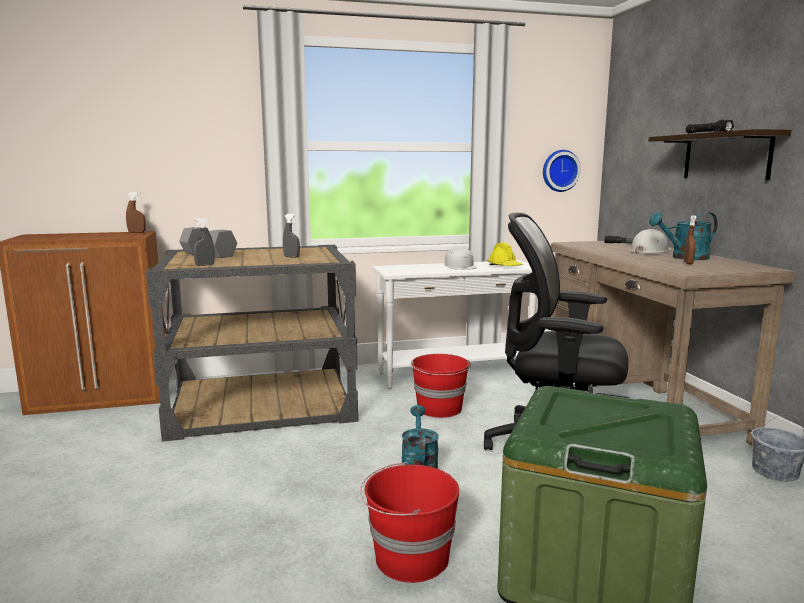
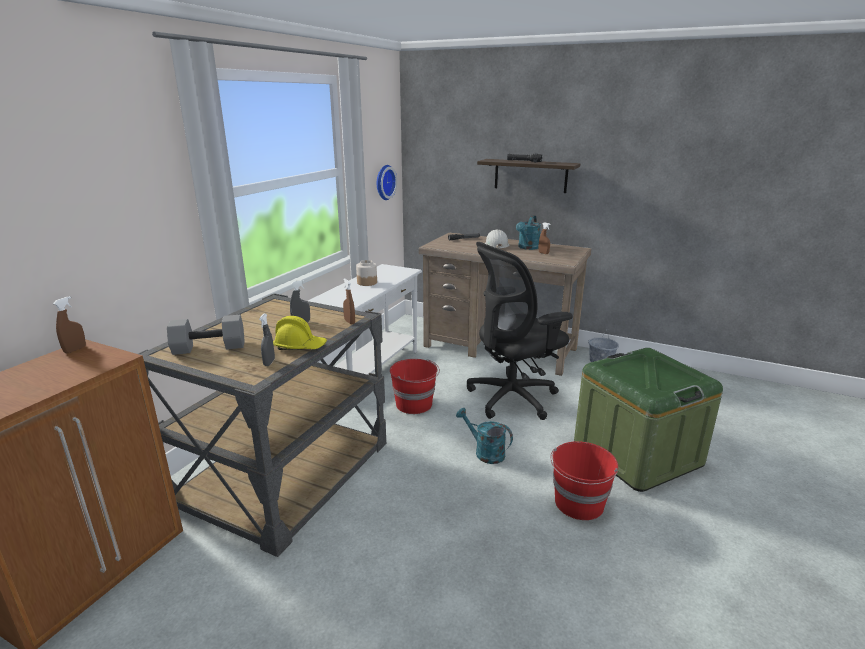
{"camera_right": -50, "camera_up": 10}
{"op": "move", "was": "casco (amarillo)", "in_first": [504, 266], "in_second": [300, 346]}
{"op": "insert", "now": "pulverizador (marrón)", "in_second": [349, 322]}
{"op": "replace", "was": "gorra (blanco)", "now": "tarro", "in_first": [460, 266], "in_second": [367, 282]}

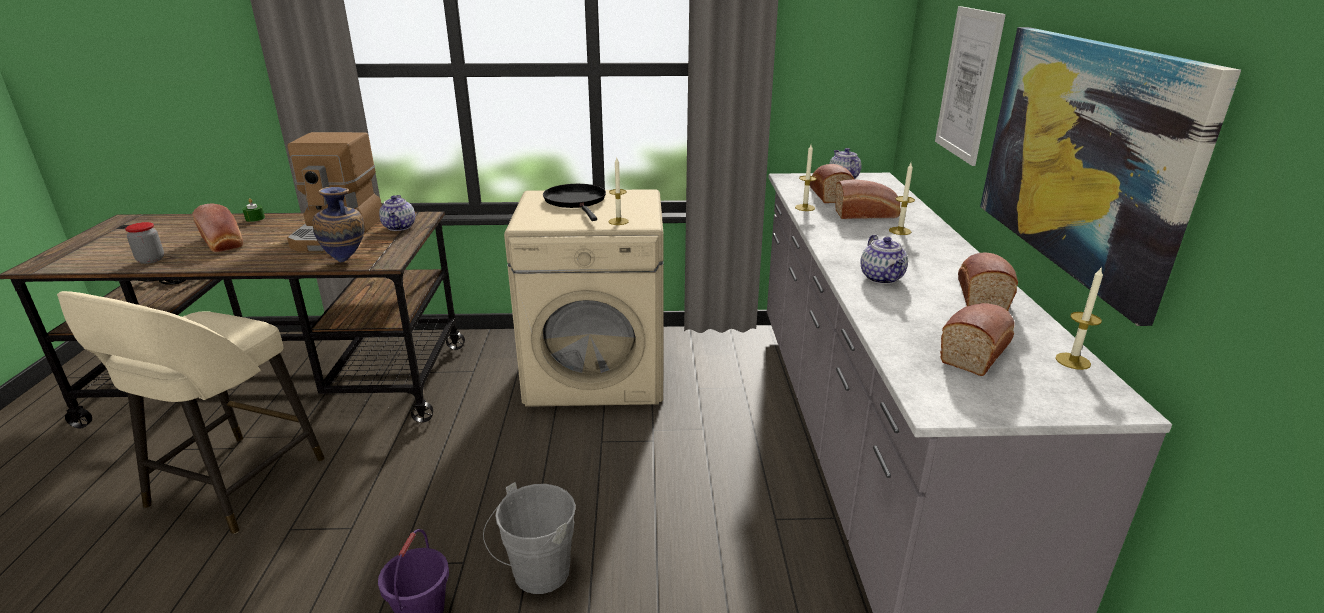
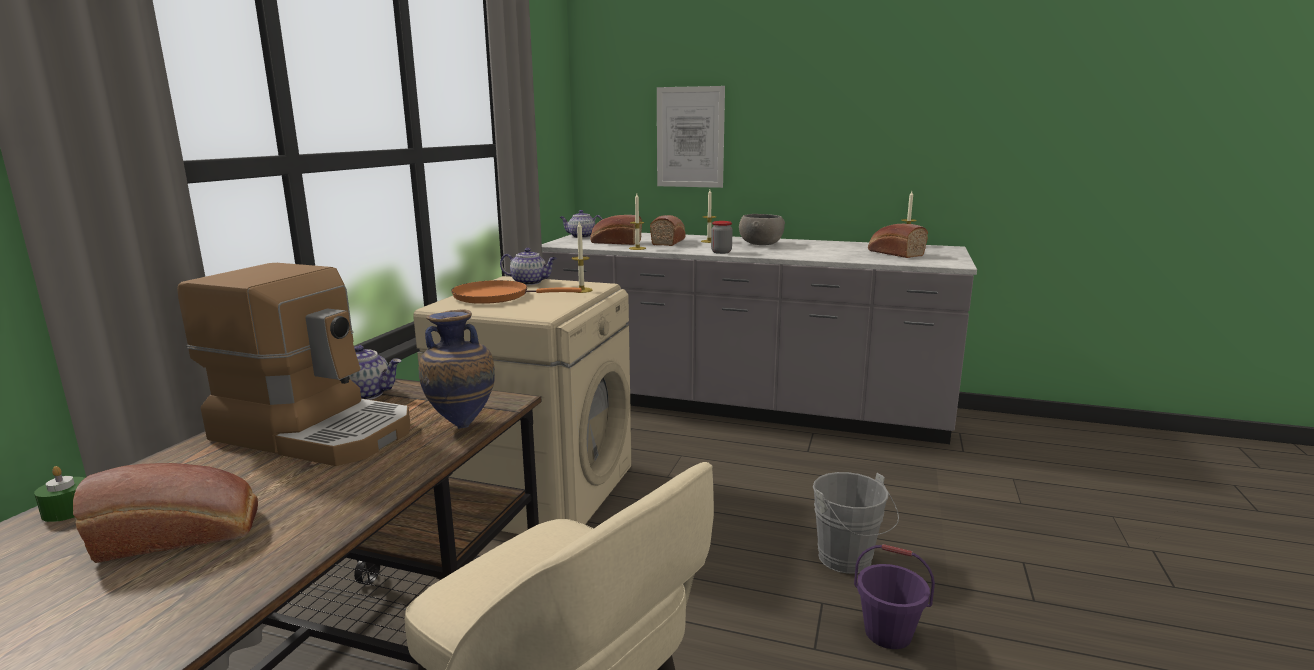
{"camera_right": -70, "camera_up": -10}
{"op": "recolor", "was": "sartén (negro)", "now": "sartén (naranja)", "in_first": [576, 201], "in_second": [496, 297]}
{"op": "move", "was": "tetera", "in_first": [882, 278], "in_second": [530, 282]}
{"op": "move", "was": "tarro", "in_first": [151, 260], "in_second": [721, 252]}
{"op": "insert", "now": "cuenco (gris)", "in_second": [760, 244]}
{"op": "delete", "was": "pan", "in_first": [981, 294]}
{"op": "delete", "was": "cuadro", "in_first": [1082, 156]}

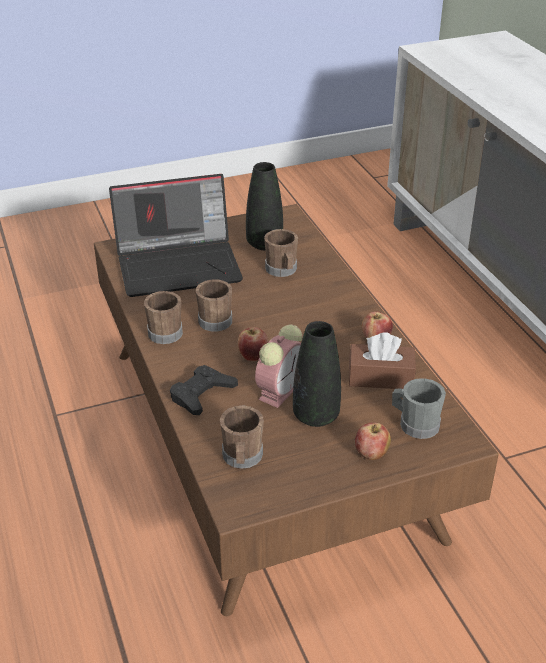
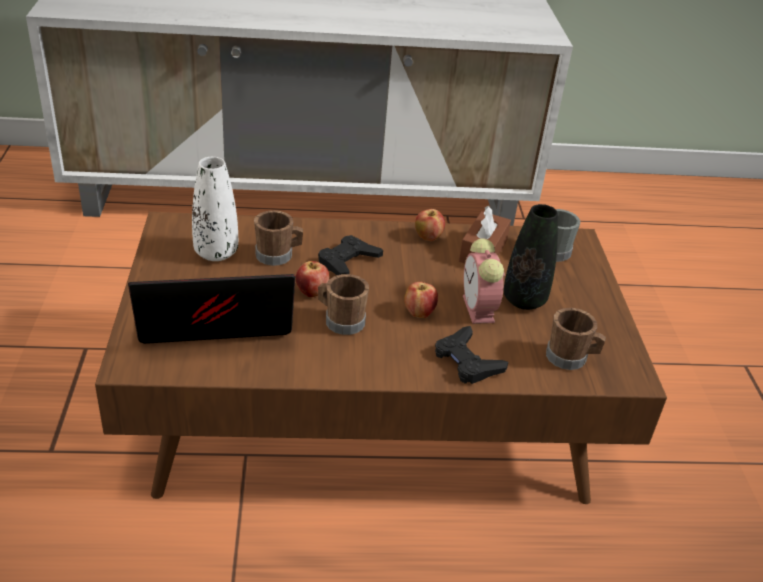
{"camera_right": -75, "camera_up": 0}
{"op": "rotate", "was": "portátil", "in_first": [180, 265], "in_second": [212, 321], "clockwise": -105}
{"op": "recolor", "was": "florero (negro)", "now": "florero (blanco)", "in_first": [264, 244], "in_second": [216, 253]}
{"op": "move", "was": "manzana", "in_first": [371, 454], "in_second": [312, 292]}
{"op": "insert", "now": "mando de consola (negro)", "in_second": [348, 261]}
{"op": "rotate", "was": "despertador", "in_first": [280, 390], "in_second": [479, 310], "clockwise": -150}
{"op": "delete", "was": "taza grande (marrón)", "in_first": [167, 331]}

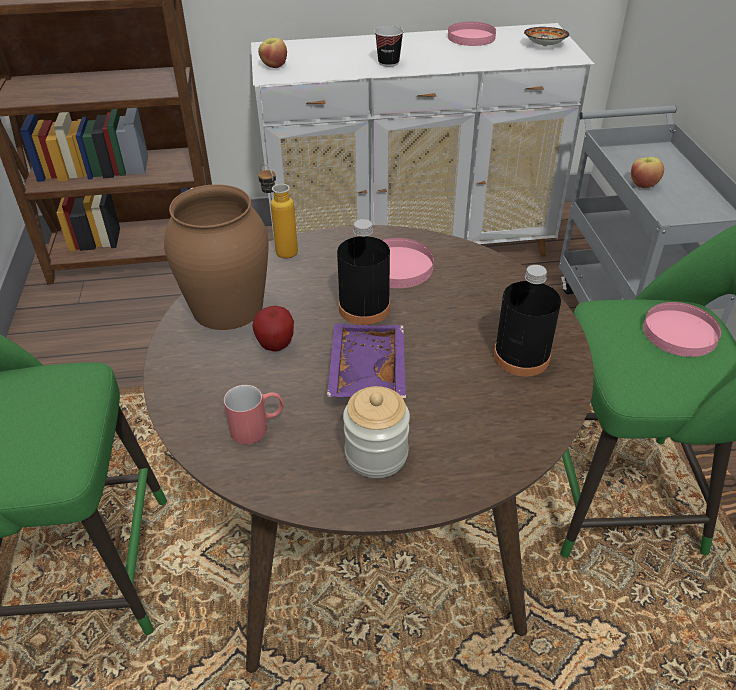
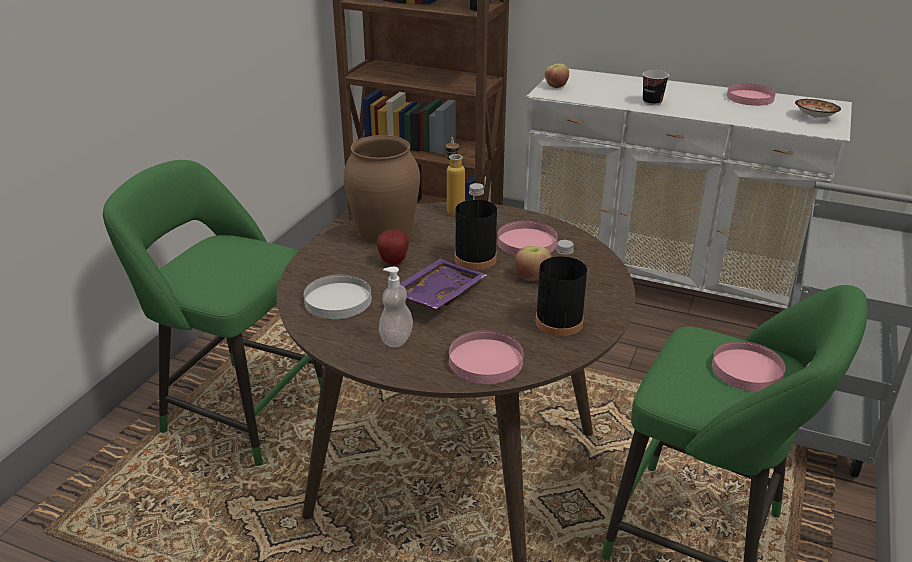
{"camera_right": 30, "camera_up": -10}
{"op": "replace", "was": "taza grande (rojo)", "now": "plato (blanco)", "in_first": [258, 427], "in_second": [338, 300]}
{"op": "replace", "was": "tarro", "now": "dispensador de jabón", "in_first": [376, 454], "in_second": [396, 339]}
{"op": "insert", "now": "plato (rosa)", "in_second": [486, 360]}
{"op": "move", "was": "manzana", "in_first": [643, 184], "in_second": [532, 276]}

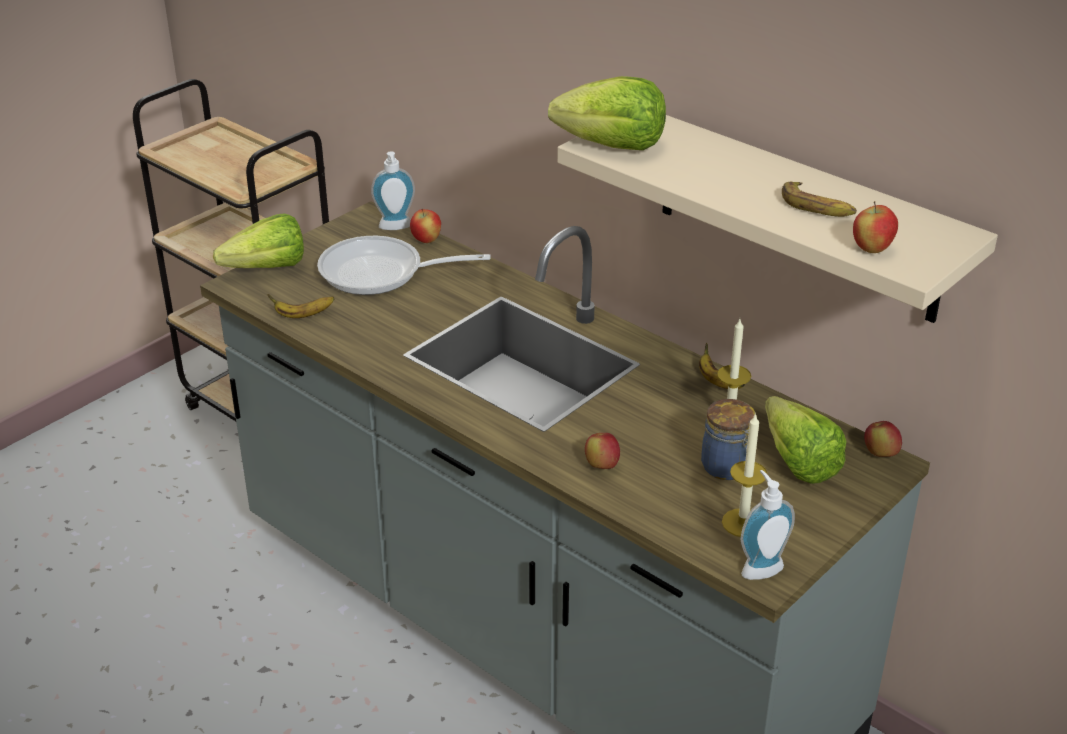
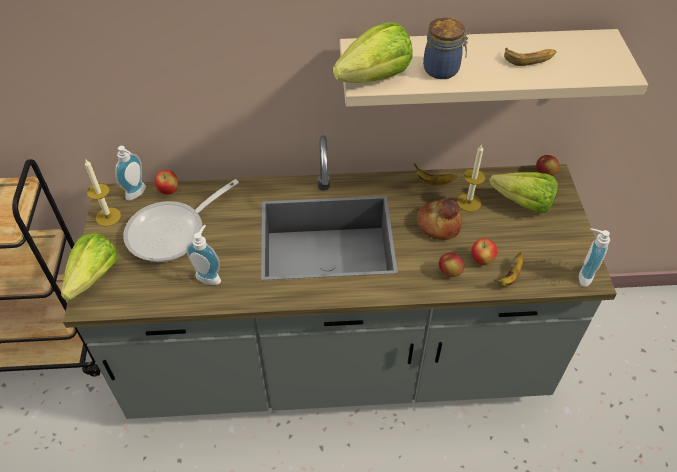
{"camera_right": -45, "camera_up": 15}
{"op": "move", "was": "vela", "in_first": [743, 523], "in_second": [108, 217]}
{"op": "insert", "now": "dispensador de jabón", "in_second": [210, 276]}
{"op": "insert", "now": "pan", "in_second": [438, 225]}
{"op": "move", "was": "tarro", "in_first": [727, 468], "in_second": [443, 70]}
{"op": "move", "was": "manzana", "in_first": [871, 249], "in_second": [482, 260]}
{"op": "move", "was": "plátano", "in_first": [303, 315], "in_second": [510, 277]}

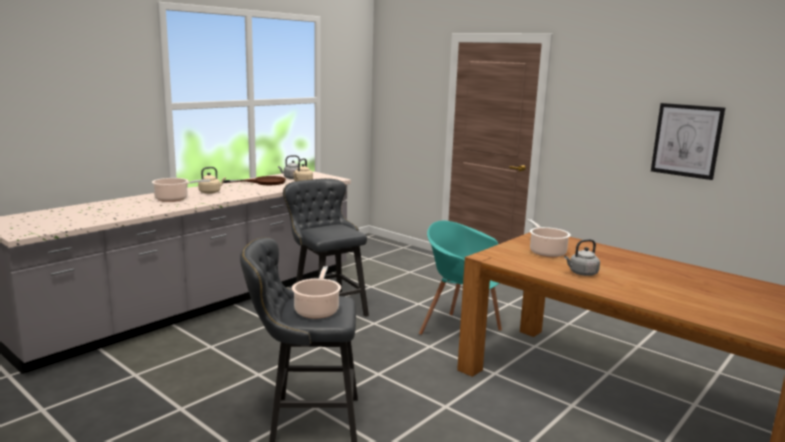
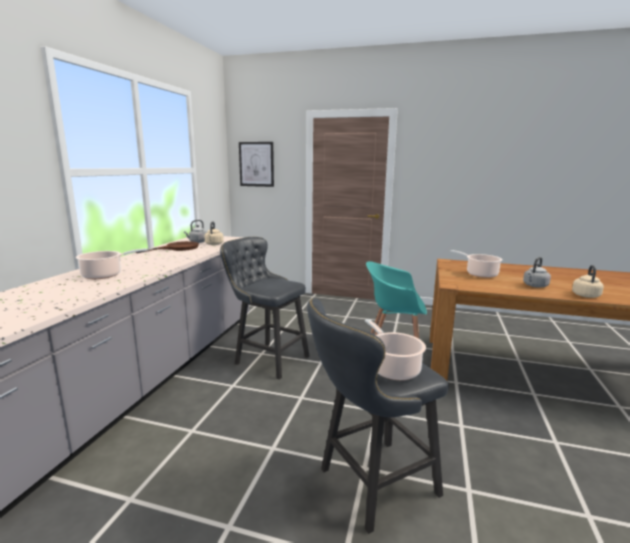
{"camera_right": -25, "camera_up": 0}
{"op": "move", "was": "cuadro", "in_first": [686, 140], "in_second": [256, 164]}
{"op": "move", "was": "hervidor (beis)", "in_first": [211, 192], "in_second": [585, 295]}

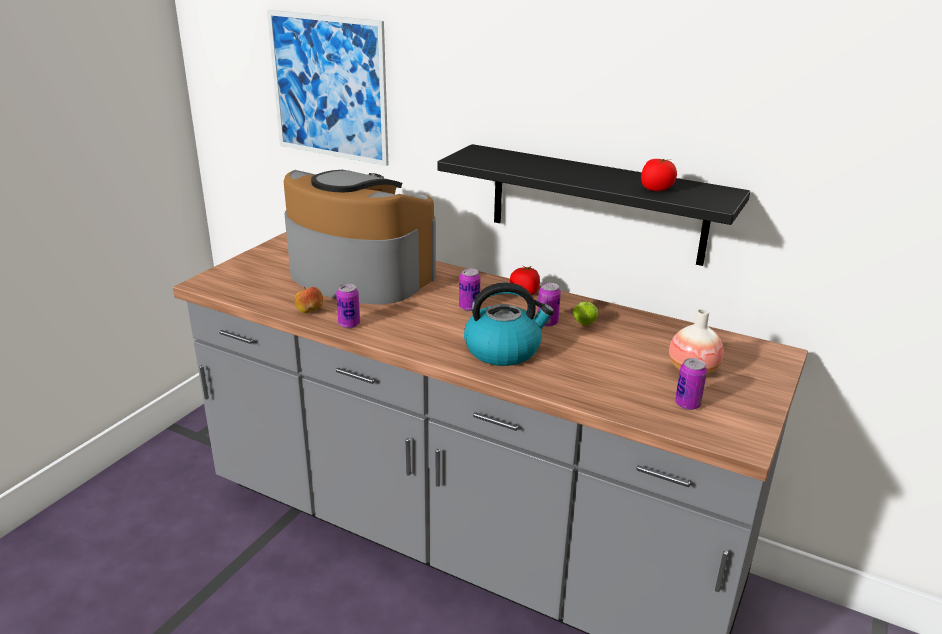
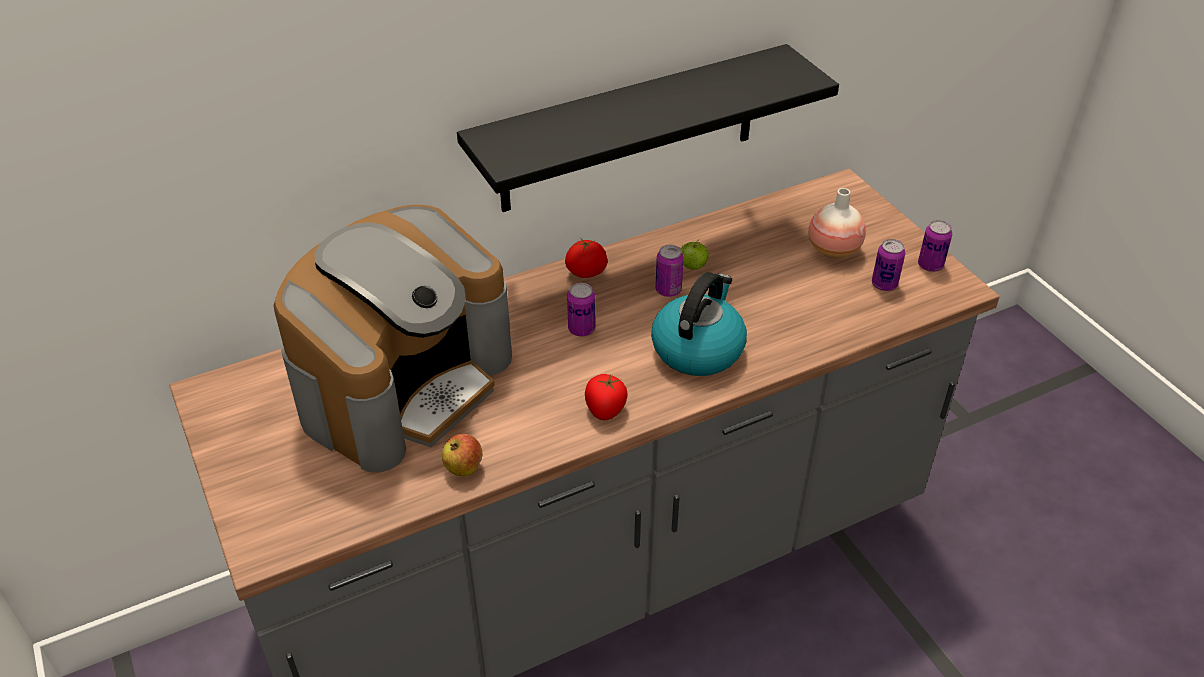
{"camera_right": -55, "camera_up": 15}
{"op": "rotate", "was": "cafetera", "in_first": [358, 275], "in_second": [404, 383], "clockwise": 150}
{"op": "move", "was": "tomate", "in_first": [656, 189], "in_second": [605, 410]}
{"op": "move", "was": "lata", "in_first": [349, 324], "in_second": [930, 265]}
{"op": "delete", "was": "cuadro", "in_first": [329, 87]}

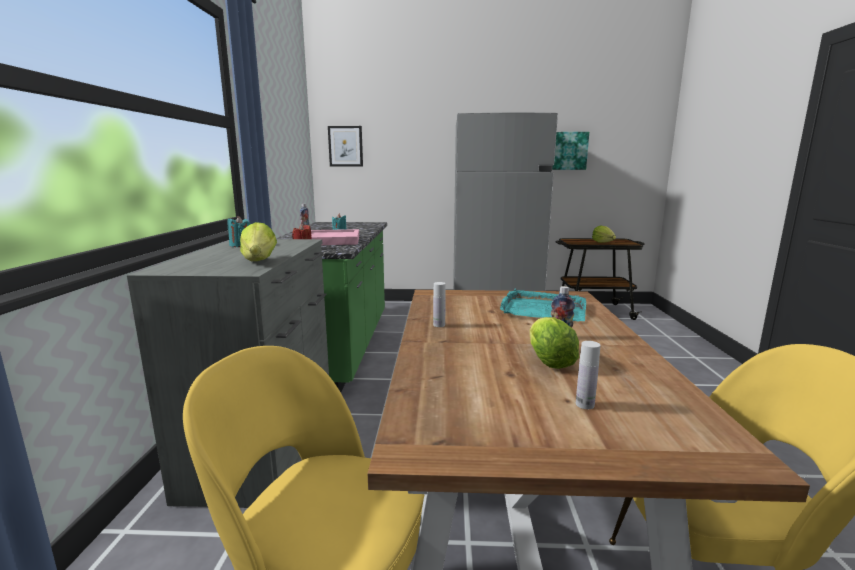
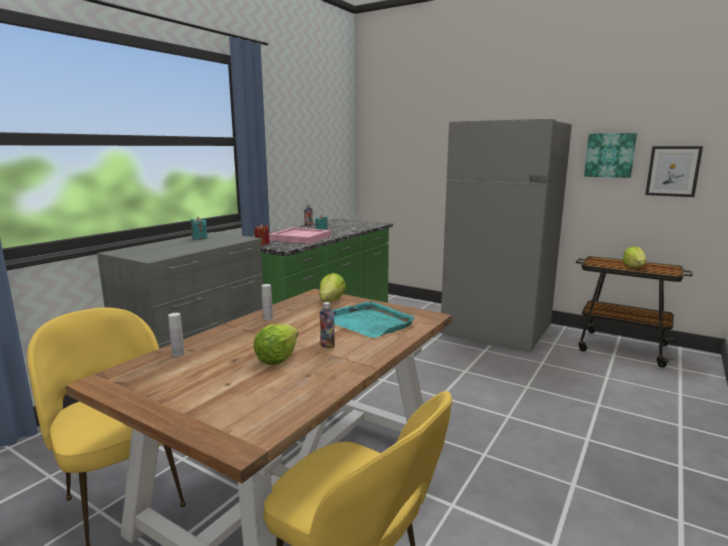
{"camera_right": 30, "camera_up": 0}
{"op": "move", "was": "botella (blanco)", "in_first": [584, 404], "in_second": [178, 354]}
{"op": "move", "was": "lechuga", "in_first": [259, 261], "in_second": [331, 301]}
{"op": "move", "was": "cuadro", "in_first": [345, 146], "in_second": [673, 171]}

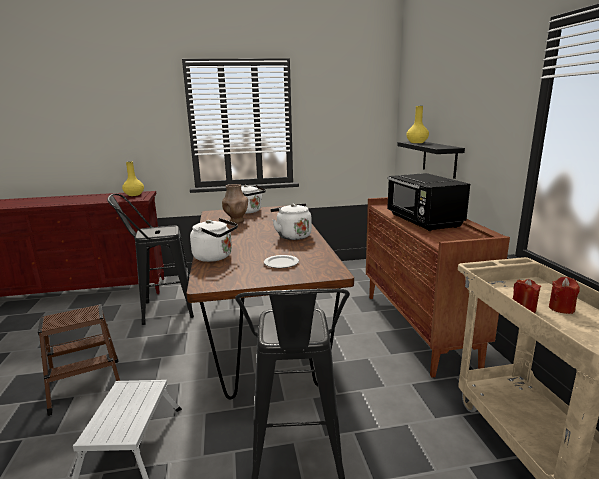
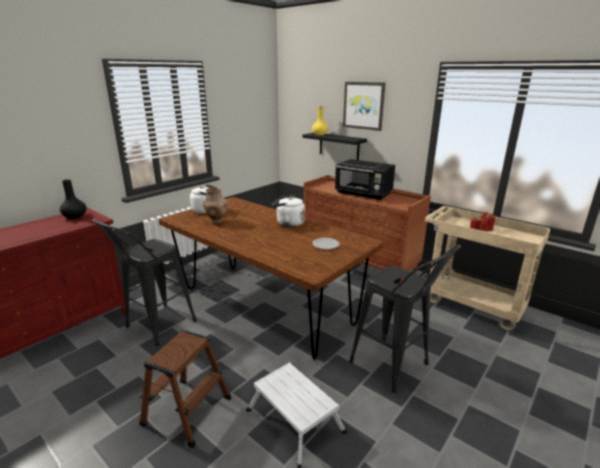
{"camera_right": -40, "camera_up": 5}
{"op": "recolor", "was": "florero (amarillo)", "now": "florero (negro)", "in_first": [134, 195], "in_second": [74, 217]}
{"op": "insert", "now": "cuadro", "in_second": [363, 105]}
{"op": "delete", "was": "hervidor (blanco)", "in_first": [215, 257]}

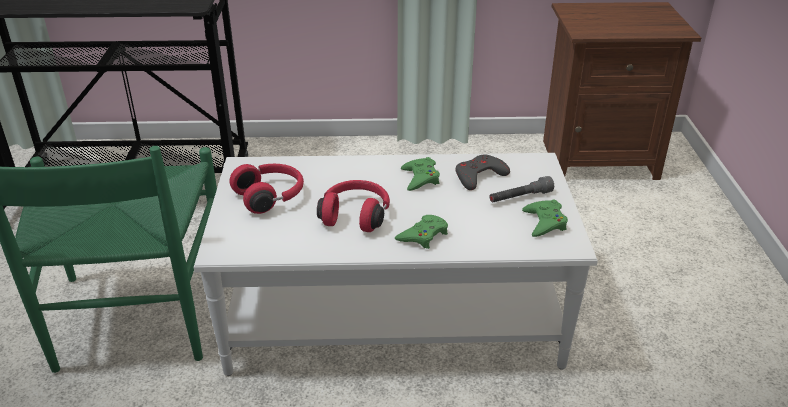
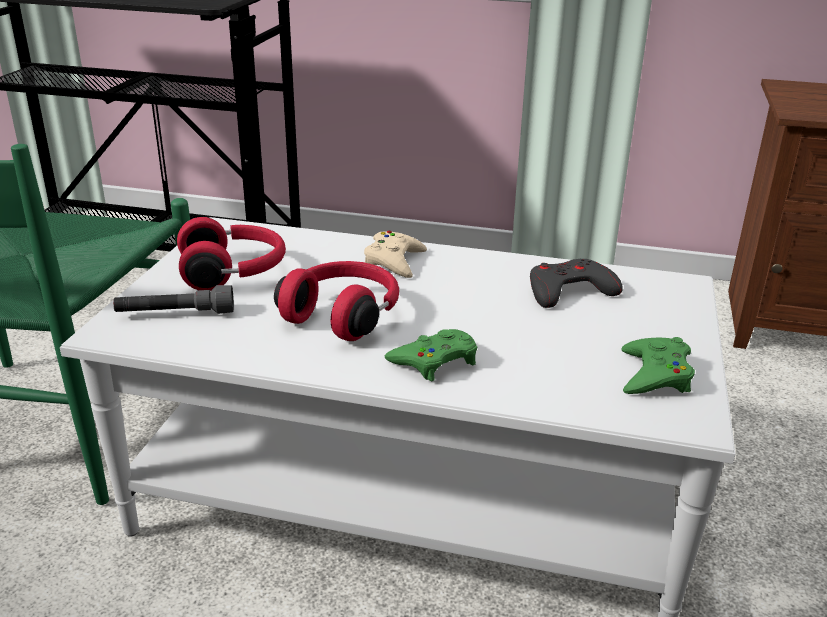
{"camera_right": 15, "camera_up": -5}
{"op": "move", "was": "linterna (gris)", "in_first": [520, 198], "in_second": [175, 314]}
{"op": "insert", "now": "mando de consola (beis)", "in_second": [394, 261]}
{"op": "delete", "was": "mando de consola (verde)", "in_first": [420, 178]}

